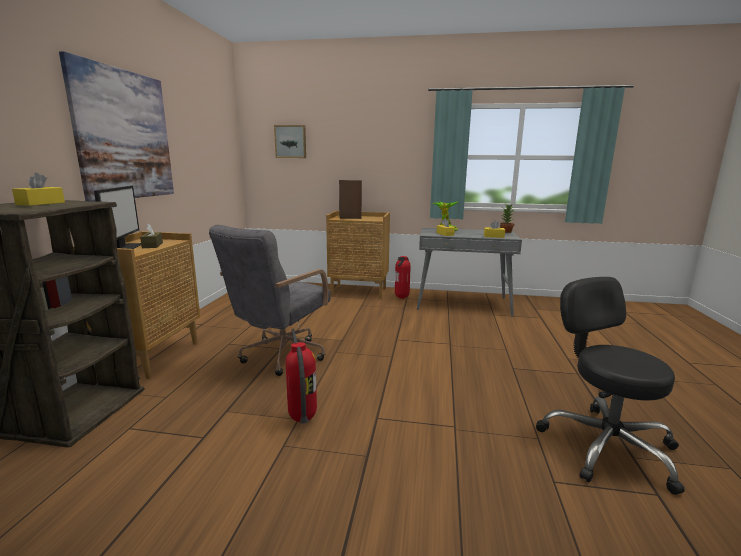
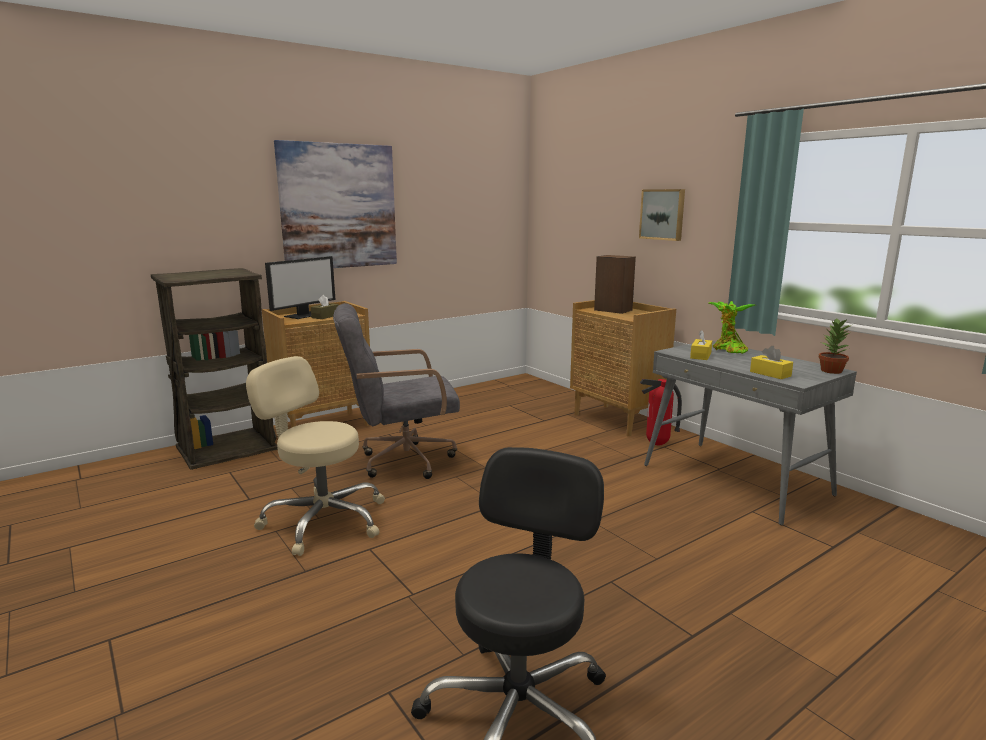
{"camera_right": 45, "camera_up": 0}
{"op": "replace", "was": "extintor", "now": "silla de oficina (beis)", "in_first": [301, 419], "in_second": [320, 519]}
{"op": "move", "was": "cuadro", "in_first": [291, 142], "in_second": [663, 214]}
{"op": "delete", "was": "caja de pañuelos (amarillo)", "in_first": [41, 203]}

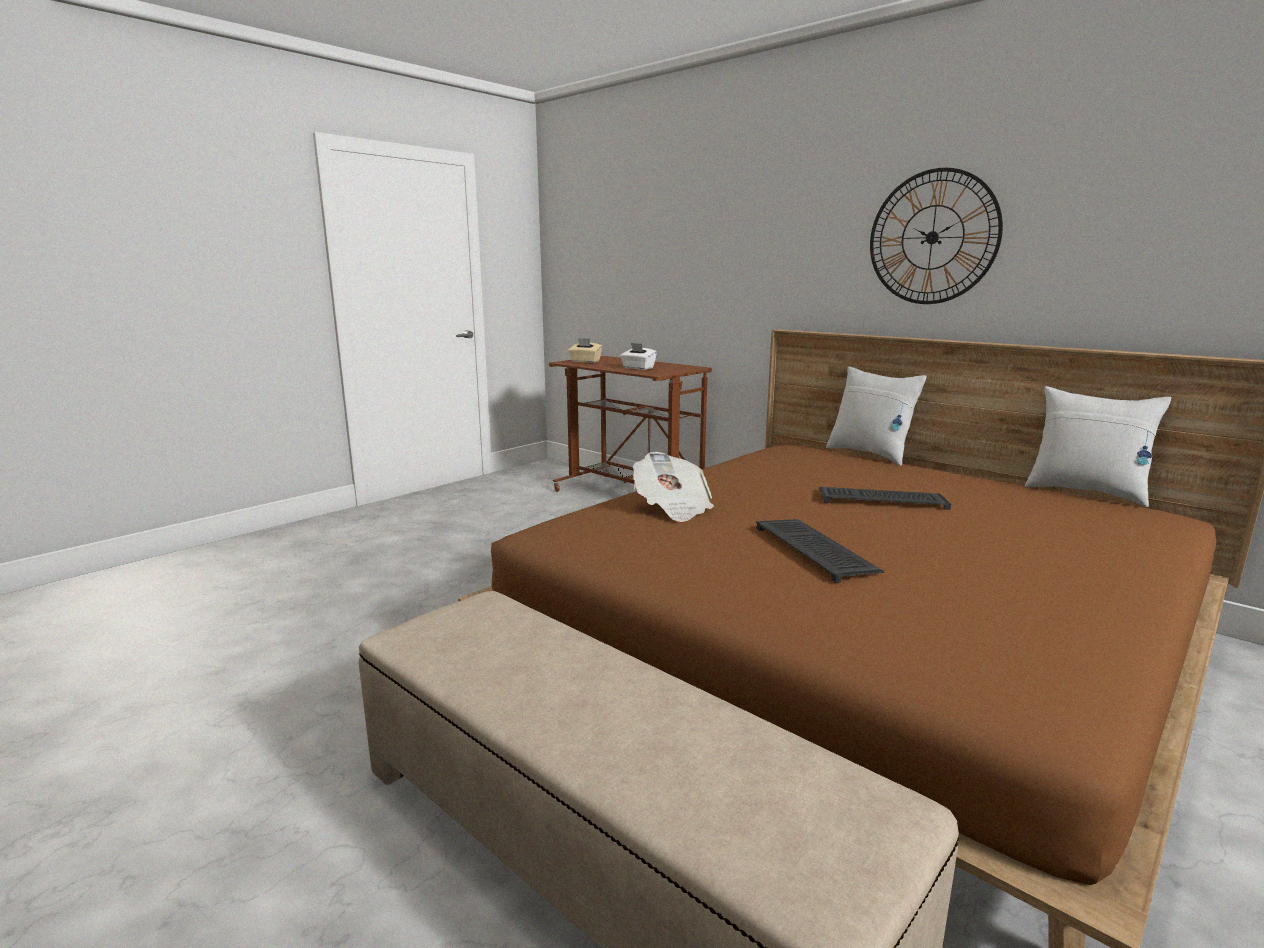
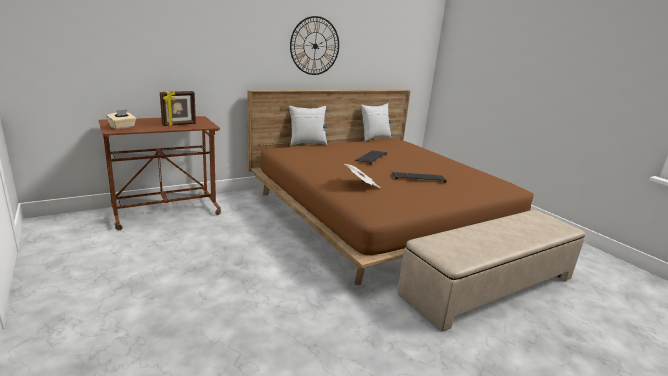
{"camera_right": -75, "camera_up": 5}
{"op": "replace", "was": "caja de pañuelos (blanco)", "now": "portarretratos", "in_first": [638, 368], "in_second": [179, 124]}

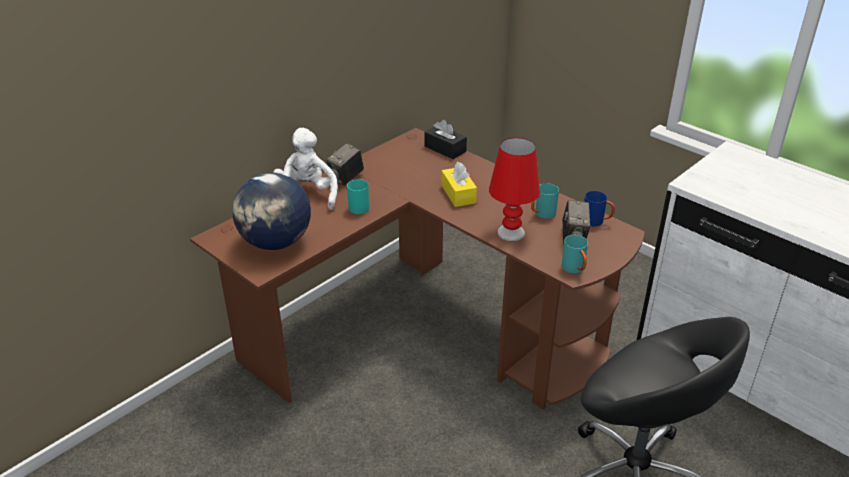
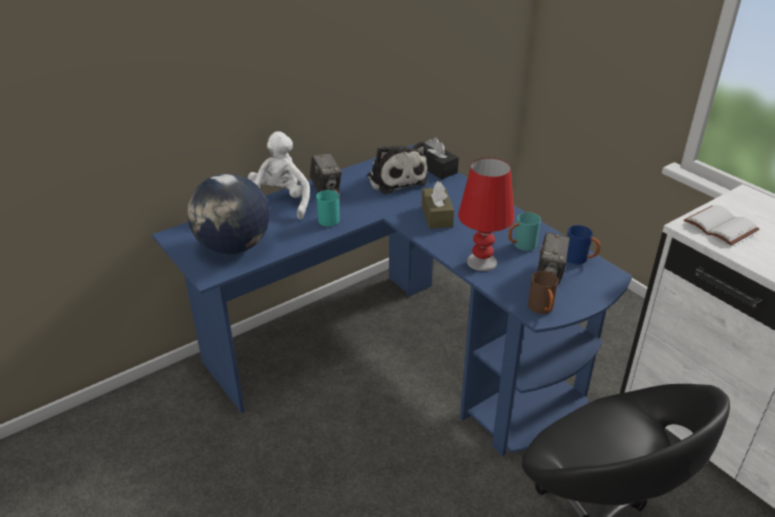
{"camera_right": 10, "camera_up": 0}
{"op": "recolor", "was": "escritorio (marrón)", "now": "escritorio (azul)", "in_first": [424, 329], "in_second": [396, 353]}
{"op": "rotate", "was": "cámara", "in_first": [346, 178], "in_second": [326, 189], "clockwise": -75}
{"op": "insert", "now": "peluche", "in_second": [395, 178]}
{"op": "recolor", "was": "caja de pañuelos (amarillo)", "now": "caja de pañuelos (marrón)", "in_first": [458, 194], "in_second": [436, 216]}
{"op": "recolor", "was": "taza grande (turquesa)", "now": "taza grande (marrón)", "in_first": [575, 269], "in_second": [542, 310]}
{"op": "insert", "now": "libro (blanco)", "in_second": [718, 227]}

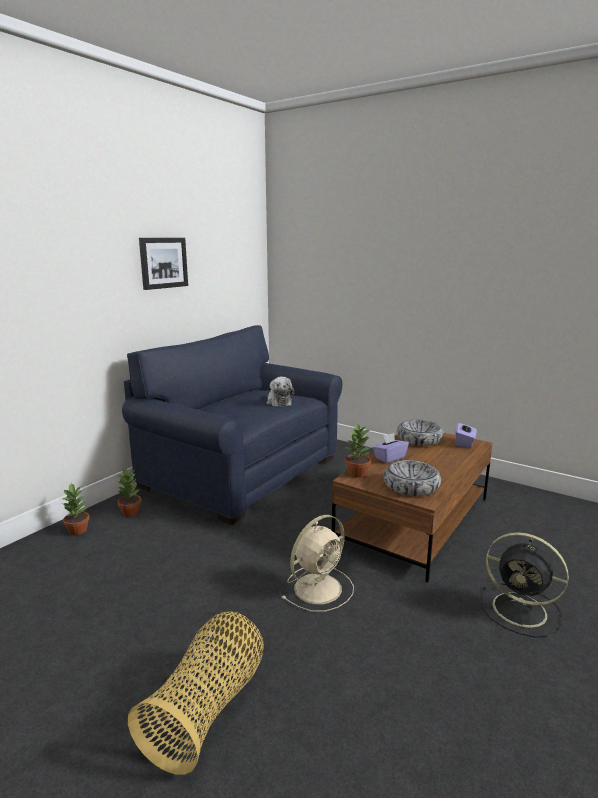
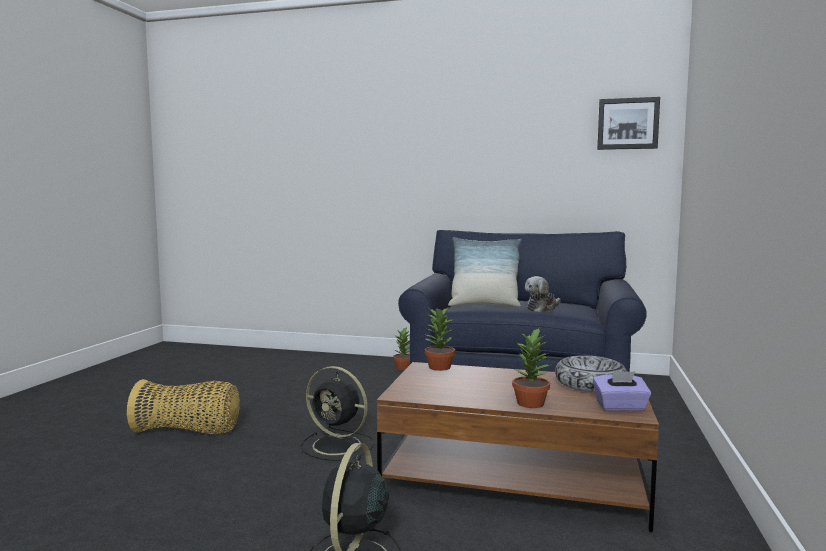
{"camera_right": 70, "camera_up": -10}
{"op": "recolor", "was": "ventilador (beis)", "now": "ventilador (negro)", "in_first": [319, 587], "in_second": [338, 445]}
{"op": "insert", "now": "cojín", "in_second": [484, 305]}
{"op": "move", "was": "planta en maceta", "in_first": [78, 530], "in_second": [531, 403]}
{"op": "move", "was": "cuadro", "in_first": [163, 263], "in_second": [627, 124]}
{"op": "delete", "was": "caja de pañuelos (morado)", "in_first": [389, 458]}
{"op": "delete", "was": "cuenco", "in_first": [411, 486]}

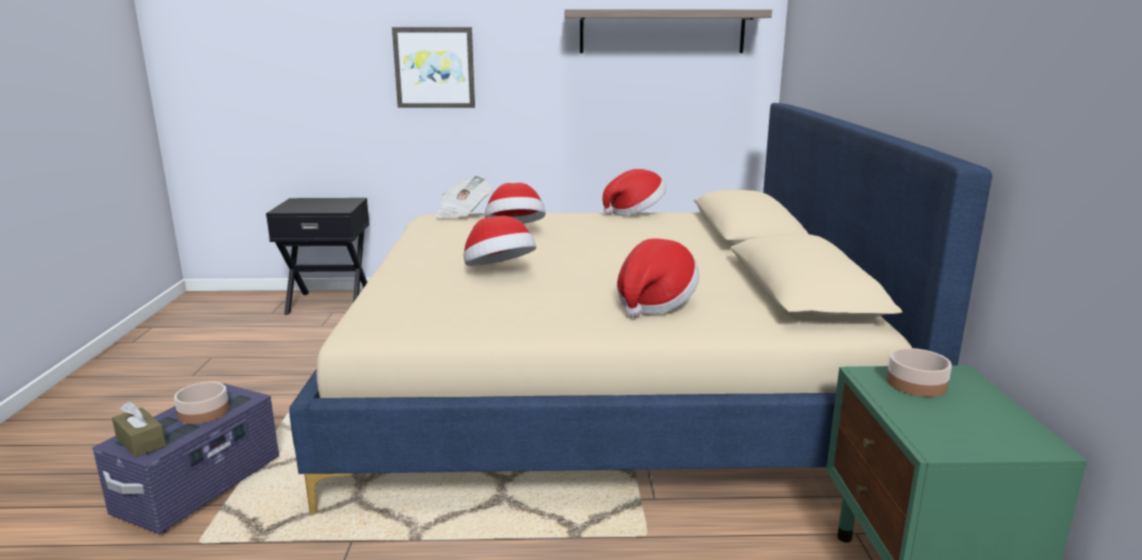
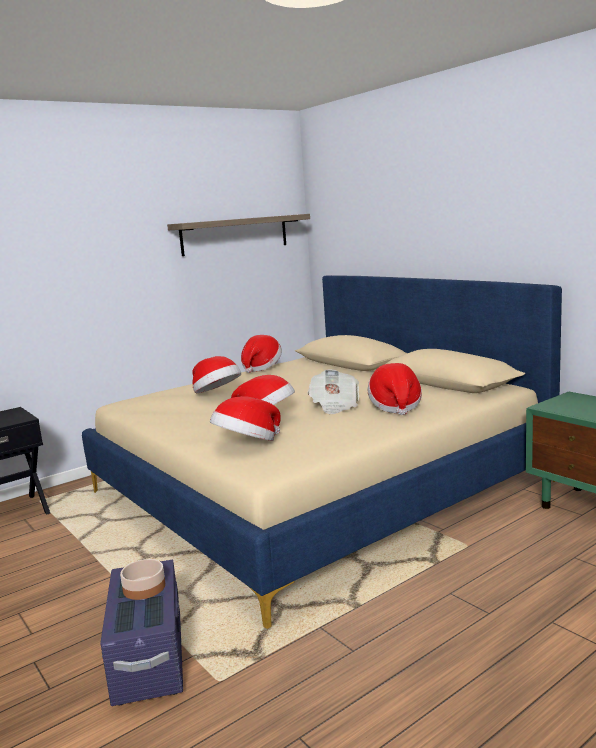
{"camera_right": -35, "camera_up": -5}
{"op": "insert", "now": "sombrero", "in_second": [247, 444]}
{"op": "move", "was": "periódico", "in_first": [463, 213], "in_second": [334, 406]}
{"op": "delete", "was": "caja de pañuelos (marrón)", "in_first": [141, 441]}
{"op": "delete", "was": "cuadro", "in_first": [434, 67]}
{"op": "delete", "was": "cuenco", "in_first": [916, 384]}

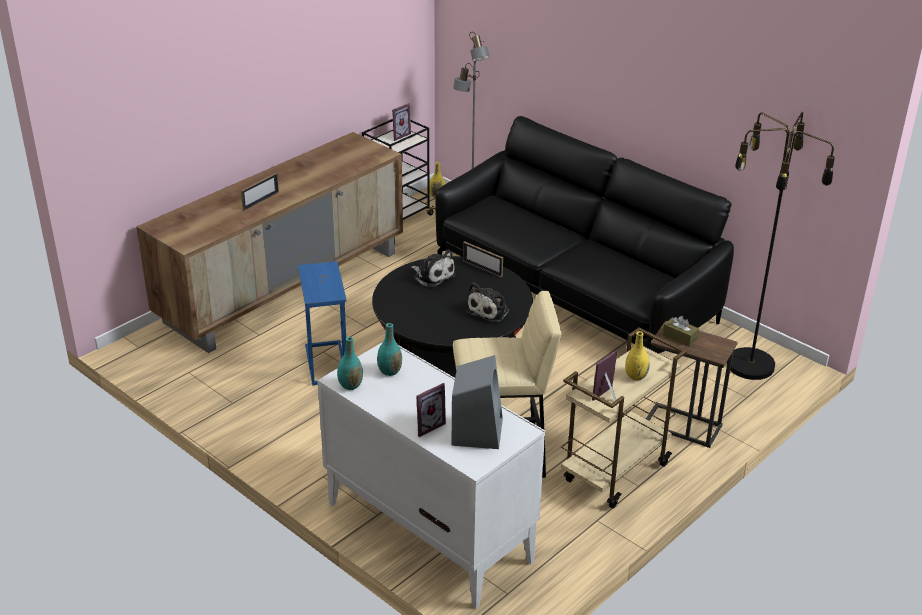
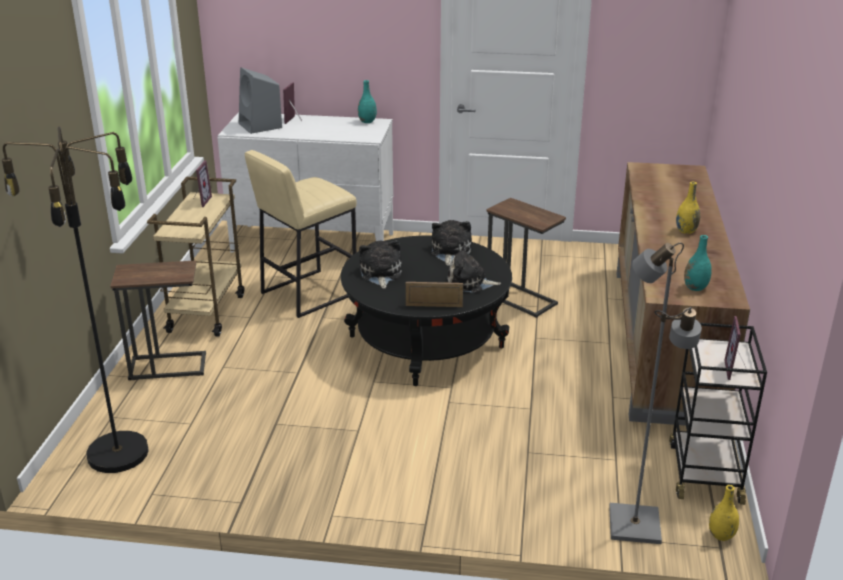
{"camera_right": 145, "camera_up": -5}
{"op": "insert", "now": "peluche", "in_second": [450, 252]}
{"op": "recolor", "was": "mesa auxiliar (azul)", "now": "mesa auxiliar (marrón)", "in_first": [327, 363], "in_second": [520, 299]}
{"op": "move", "was": "florero (amarillo)", "in_first": [636, 376], "in_second": [686, 231]}
{"op": "move", "was": "florero (turquesa)", "in_first": [390, 371], "in_second": [695, 288]}
{"op": "delete", "was": "portarretratos", "in_first": [261, 201]}
{"op": "delete", "was": "sofá (negro)", "in_first": [574, 293]}
{"op": "delete", "was": "caja de pañuelos (marrón)", "in_first": [680, 337]}

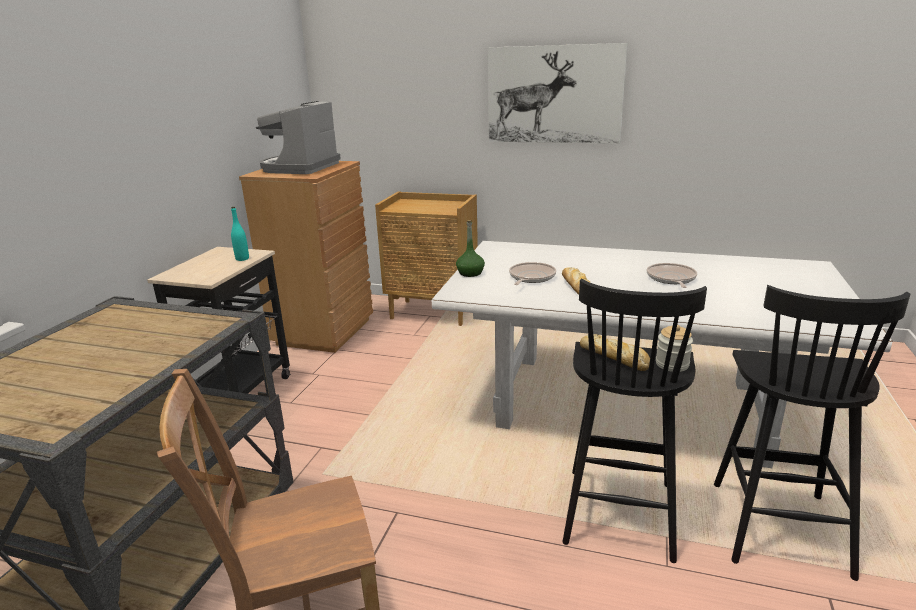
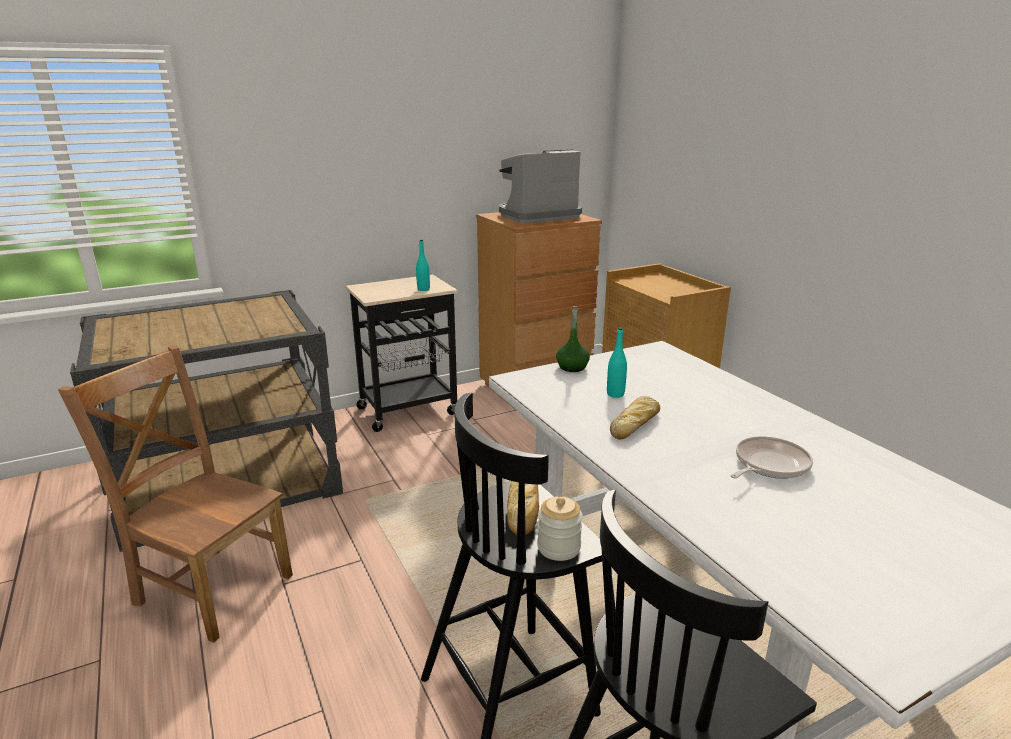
{"camera_right": 45, "camera_up": 0}
{"op": "replace", "was": "sartén", "now": "botella (turquesa)", "in_first": [531, 277], "in_second": [615, 394]}
{"op": "delete", "was": "cuadro", "in_first": [554, 94]}

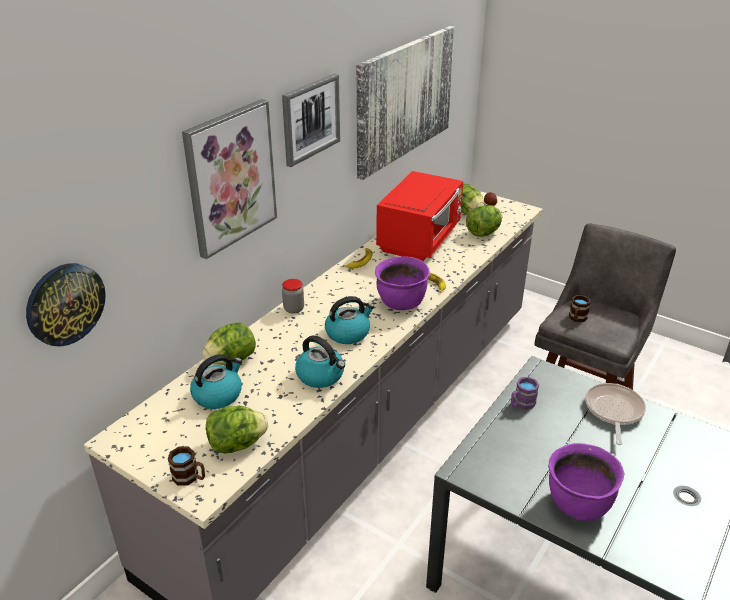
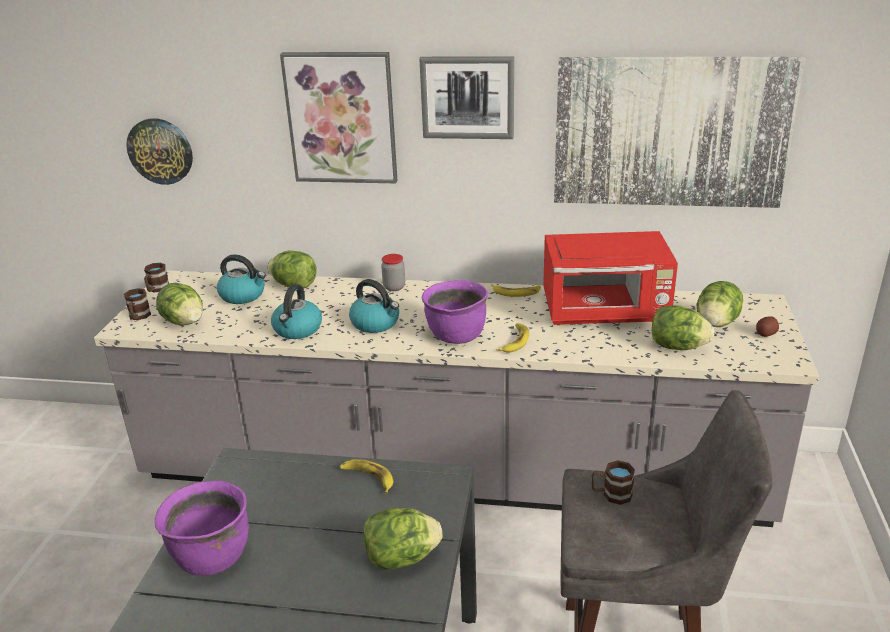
{"camera_right": 65, "camera_up": -5}
{"op": "insert", "now": "taza grande (marrón)", "in_second": [157, 289]}
{"op": "replace", "was": "taza grande (morado)", "now": "plátano", "in_first": [521, 404], "in_second": [368, 477]}
{"op": "replace", "was": "sartén", "now": "lechuga", "in_first": [613, 411], "in_second": [401, 558]}

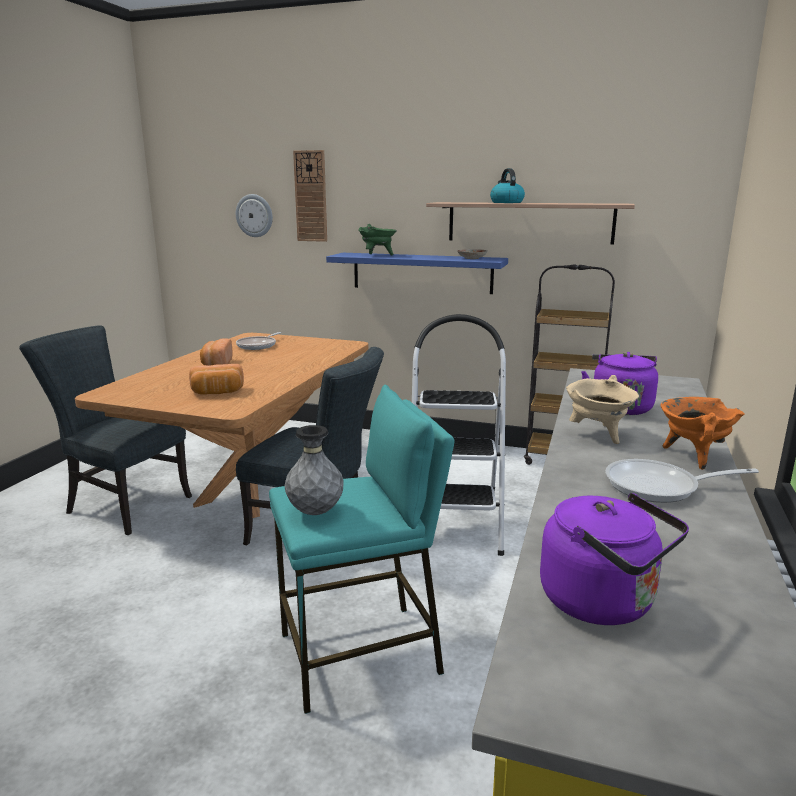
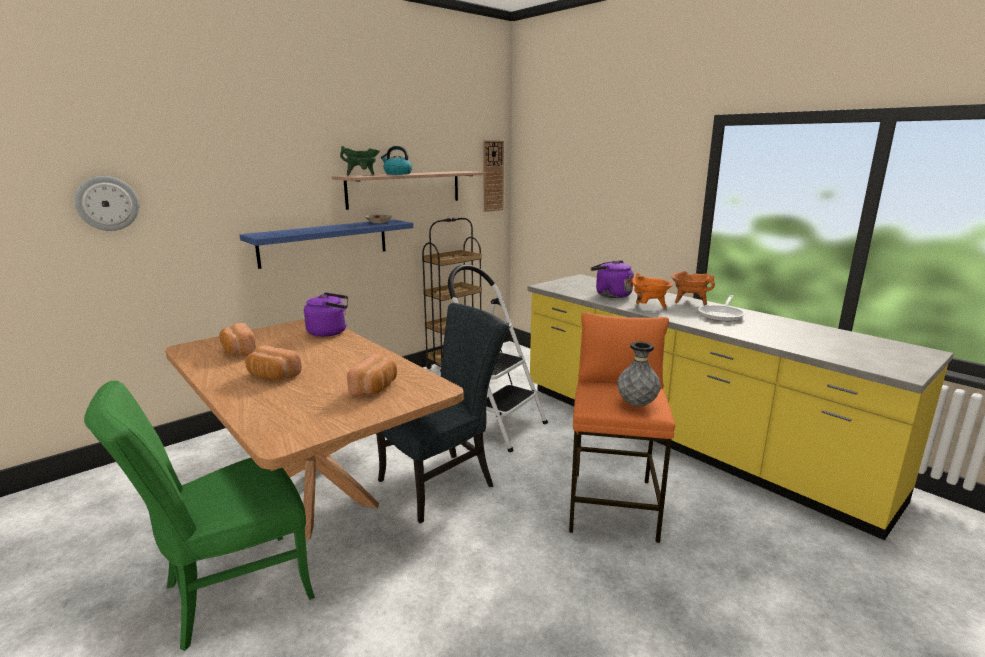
{"camera_right": -60, "camera_up": 0}
{"op": "recolor", "was": "silla (gris)", "now": "silla (verde)", "in_first": [122, 504], "in_second": [228, 593]}
{"op": "replace", "was": "sartén", "now": "pan", "in_first": [258, 346], "in_second": [238, 351]}
{"op": "move", "was": "hervidor (morado)", "in_first": [603, 602], "in_second": [330, 332]}
{"op": "move", "was": "olla (verde)", "in_first": [377, 255], "in_second": [362, 175]}
{"op": "move", "was": "reloj de pared", "in_first": [311, 196], "in_second": [493, 176]}
{"op": "recolor", "was": "taburete (turquesa)", "now": "taburete (naranja)", "in_first": [361, 654], "in_second": [613, 505]}
{"op": "recolor", "was": "olla (beis)", "now": "olla (naranja)", "in_first": [598, 435], "in_second": [648, 307]}

